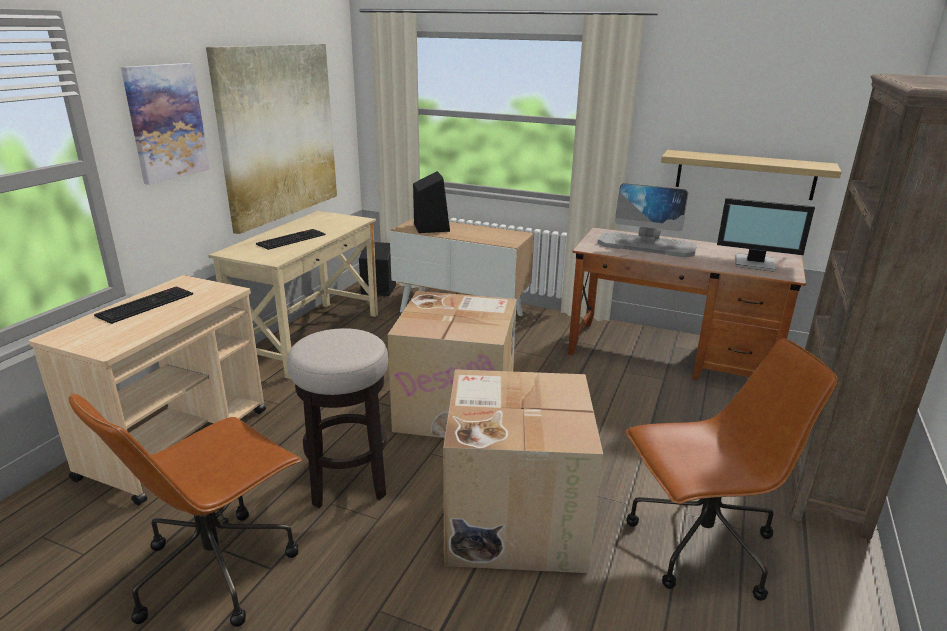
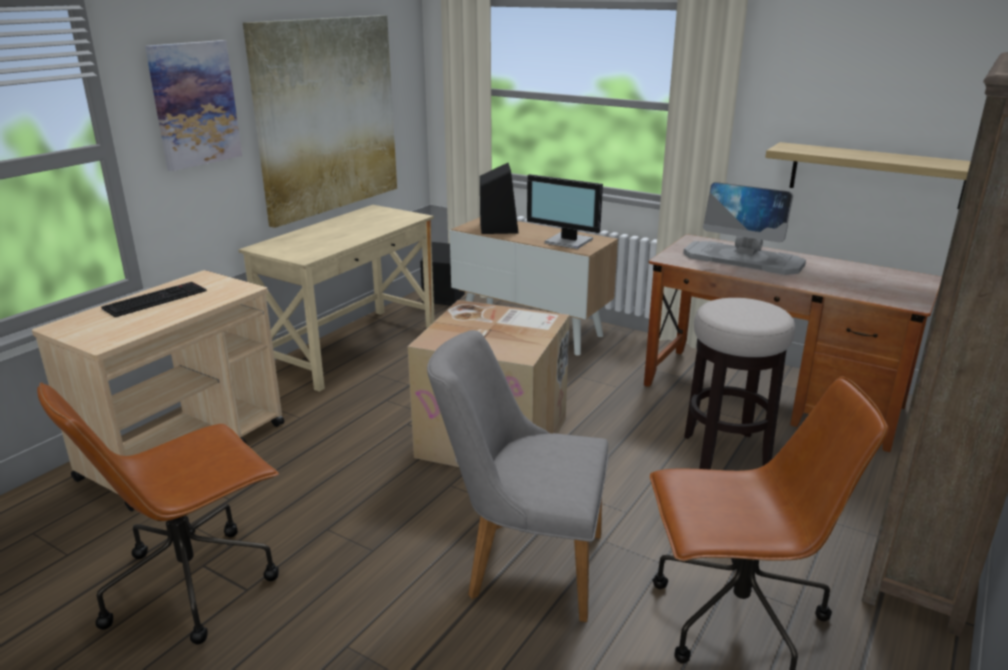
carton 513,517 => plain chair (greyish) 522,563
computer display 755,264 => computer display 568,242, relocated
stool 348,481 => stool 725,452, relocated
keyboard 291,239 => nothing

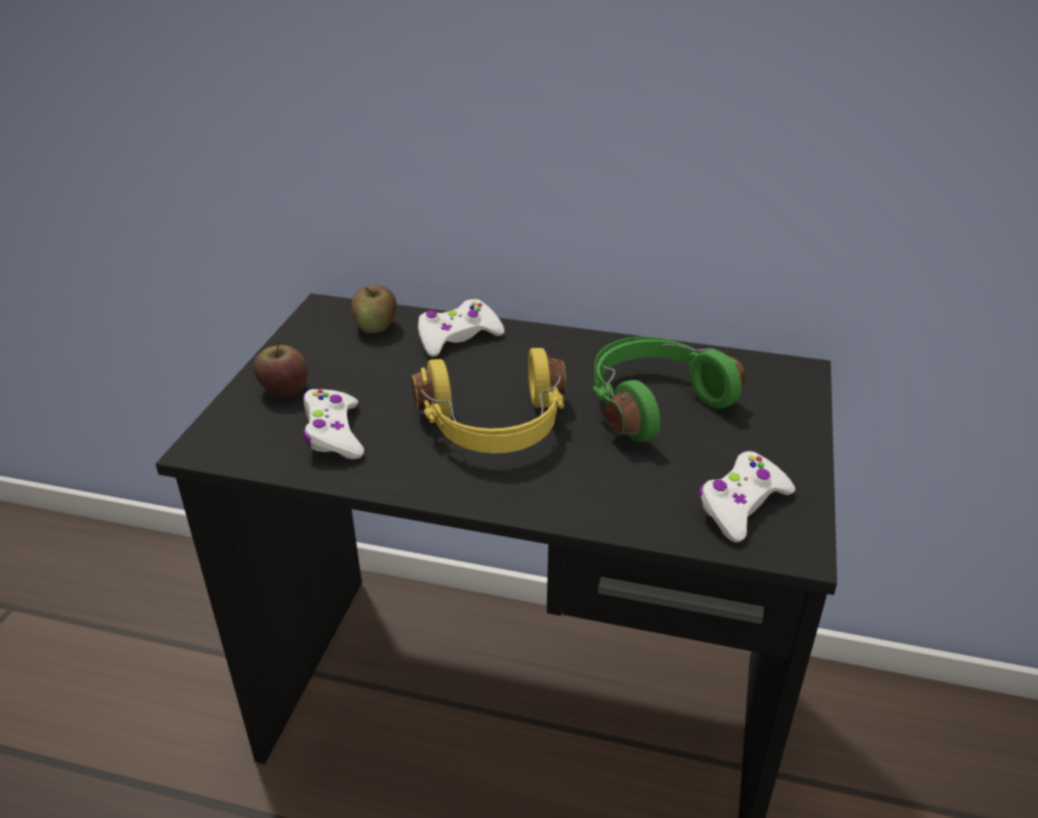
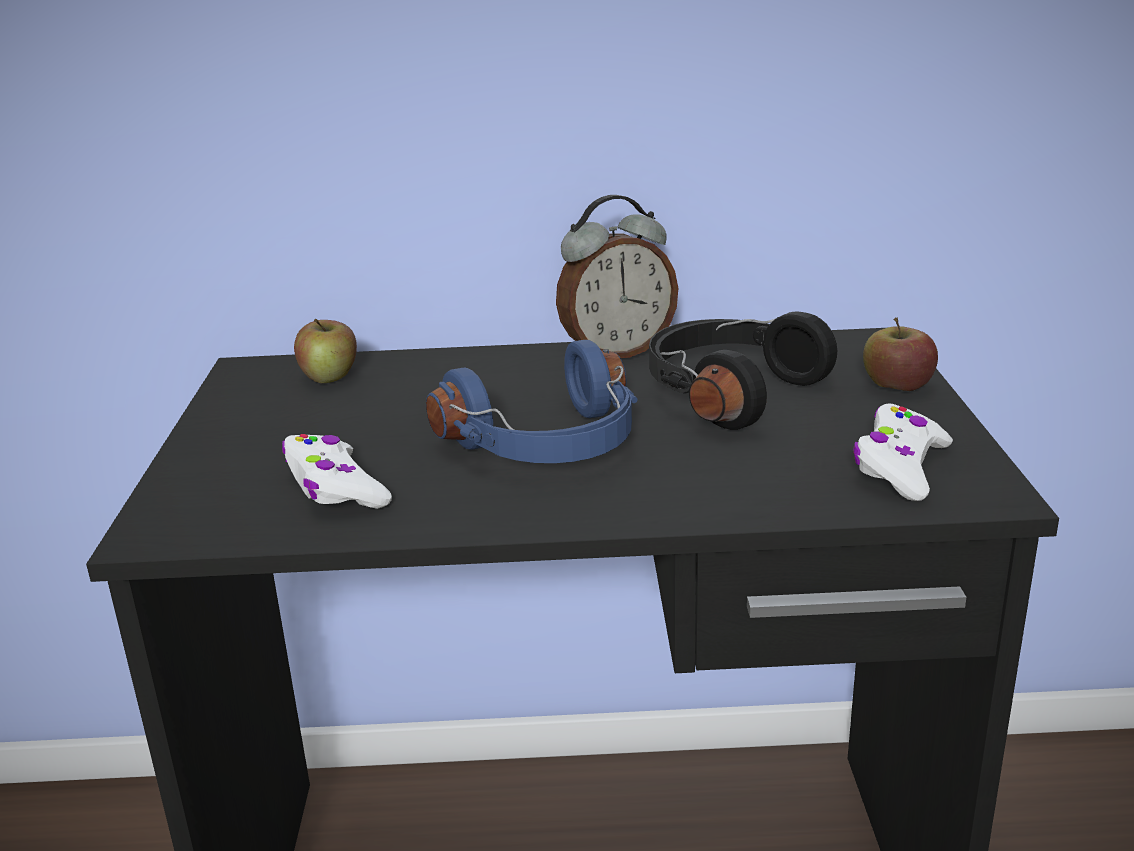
pair of headphones (yellow-coloured) 495,427 => pair of headphones (blue) 550,446
nothing => alarm clock 616,352
pair of headphones (green-coloured) 652,402 => pair of headphones (black) 728,392
apple 284,389 => apple 896,386, relocated
gamepad (white-coloured) 457,337 => nothing

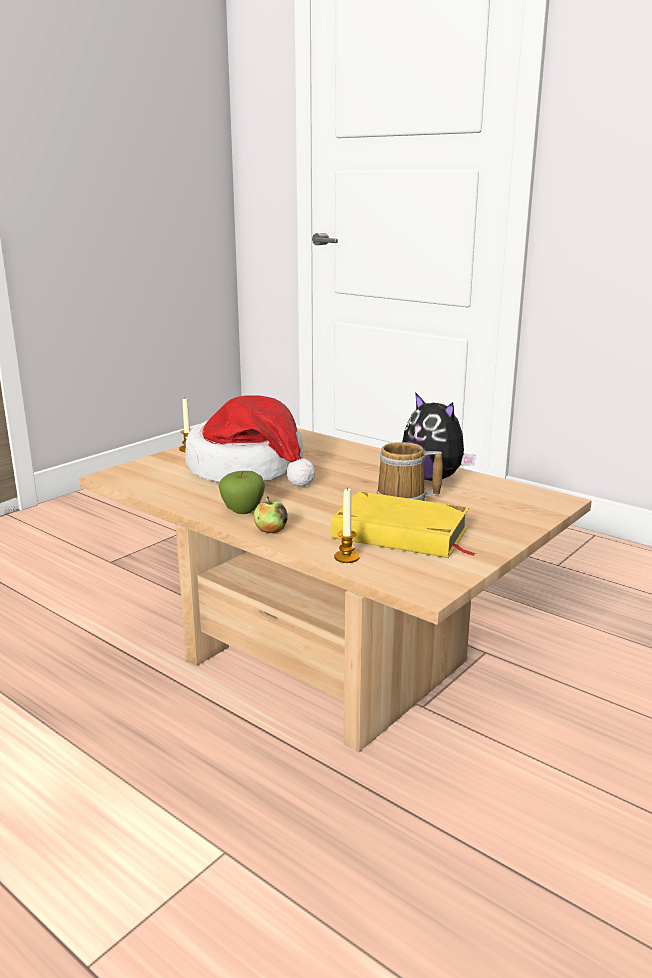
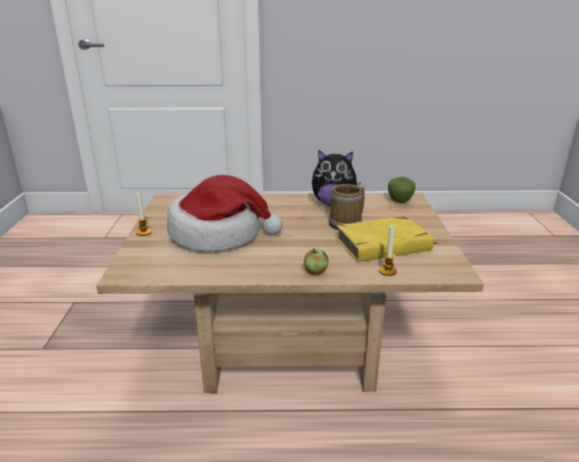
apple 243,511 => apple 399,201, relocated

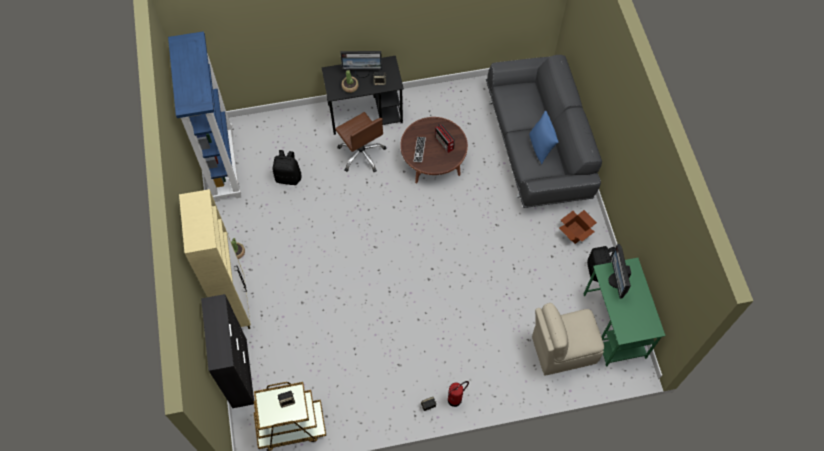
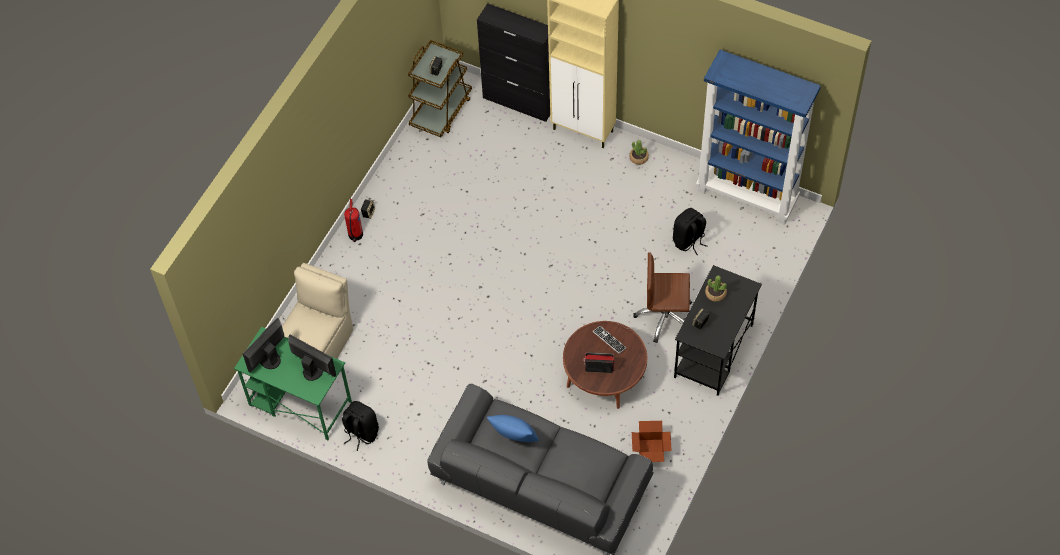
computer display 363,71 => computer display 269,360, relocated
carton 575,232 => carton 650,450, relocated

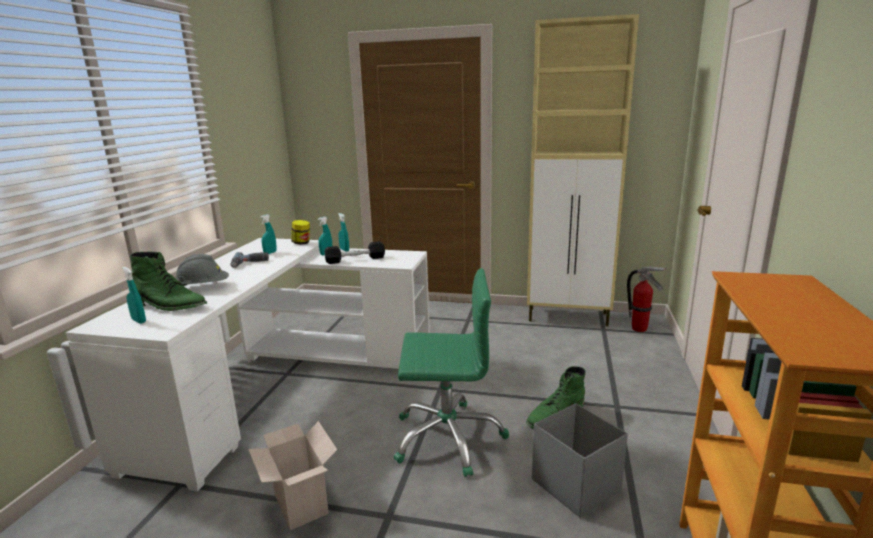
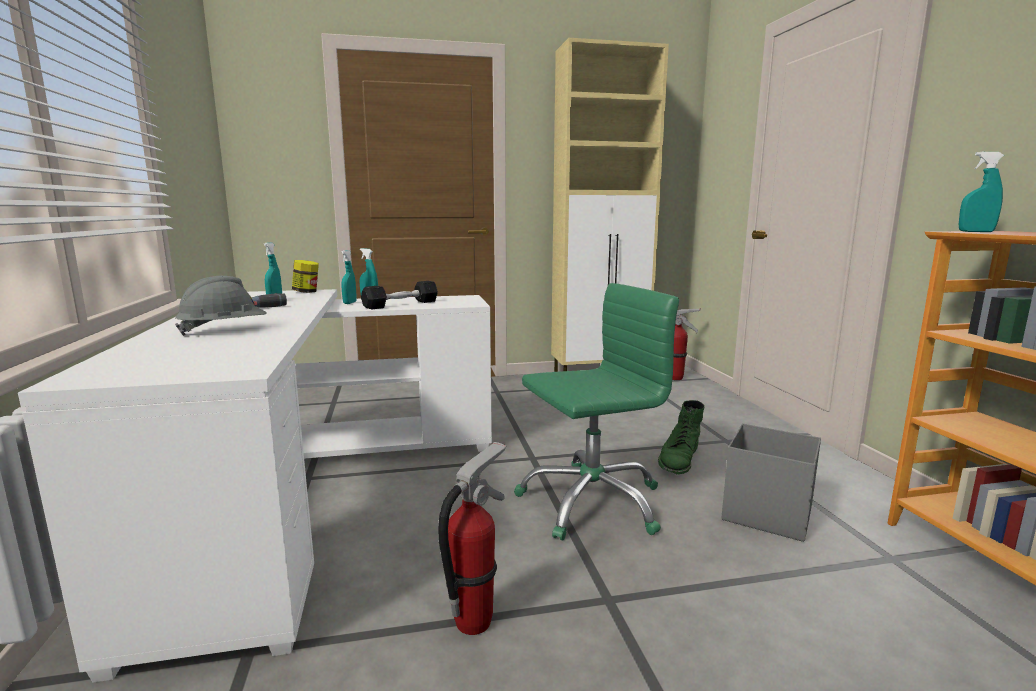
carton 298,504 => extinguisher 474,621
sprayer (blue-green) 139,321 => sprayer (blue-green) 976,232, relocated
boot (green-coloured) 168,305 => nothing

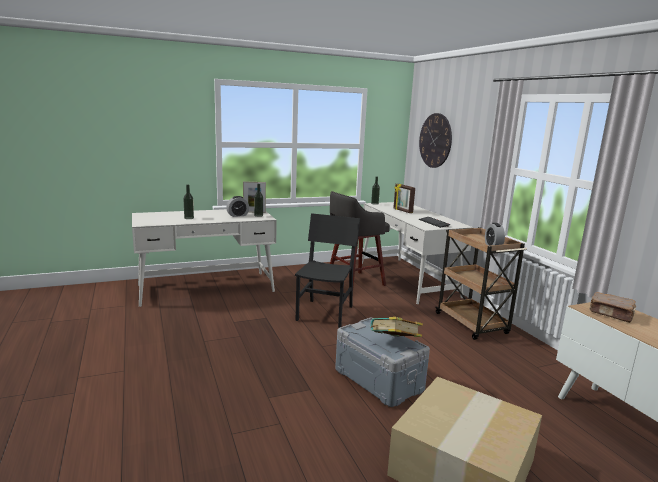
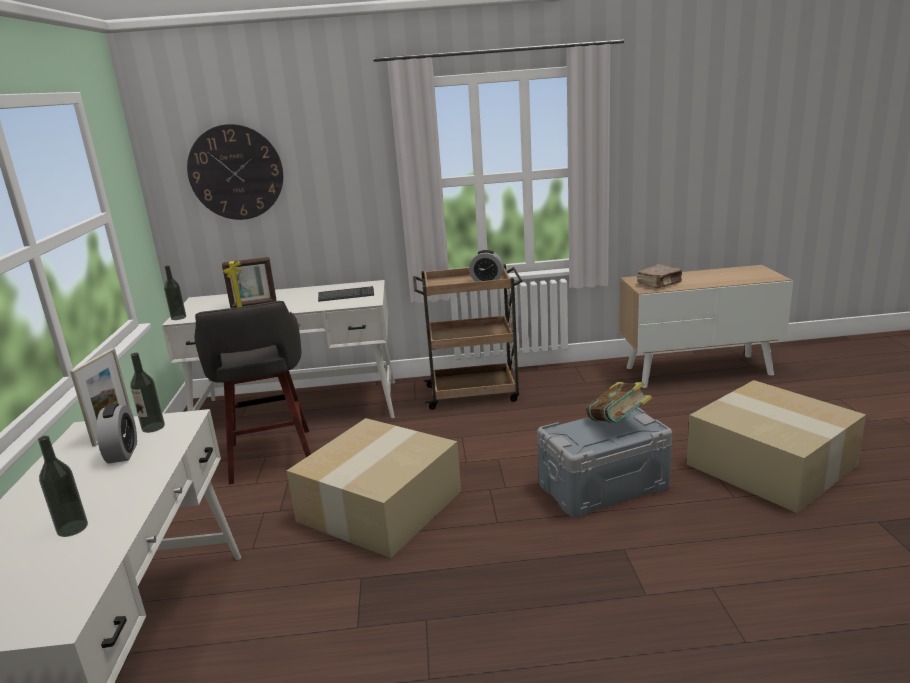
plain chair (black) 325,313 => carton 379,504

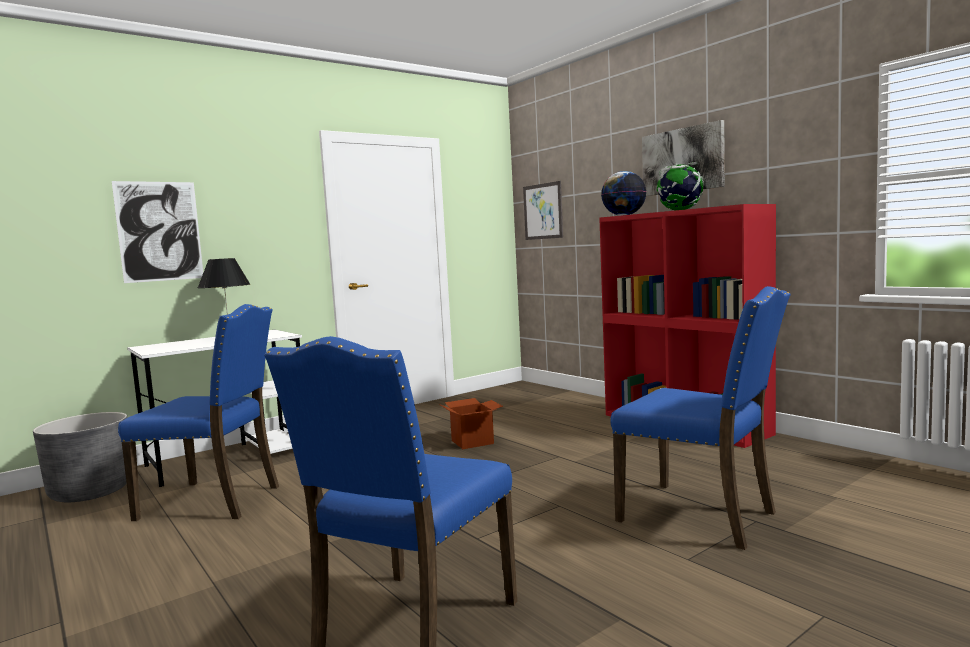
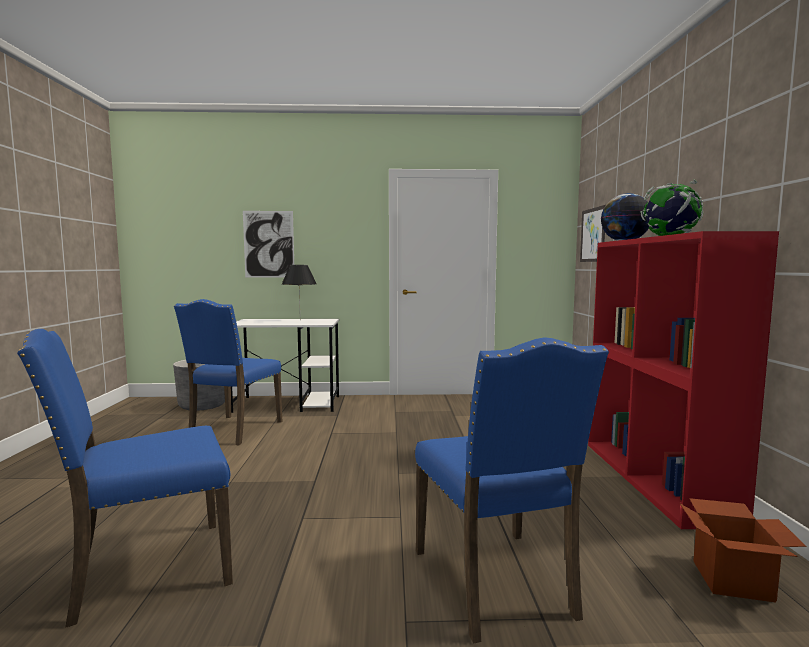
plain chair (blue) 214,501 => plain chair (blue) 234,430, 60 degrees clockwise
carton 472,442 => carton 732,581, relocated
wall art 682,160 => nothing

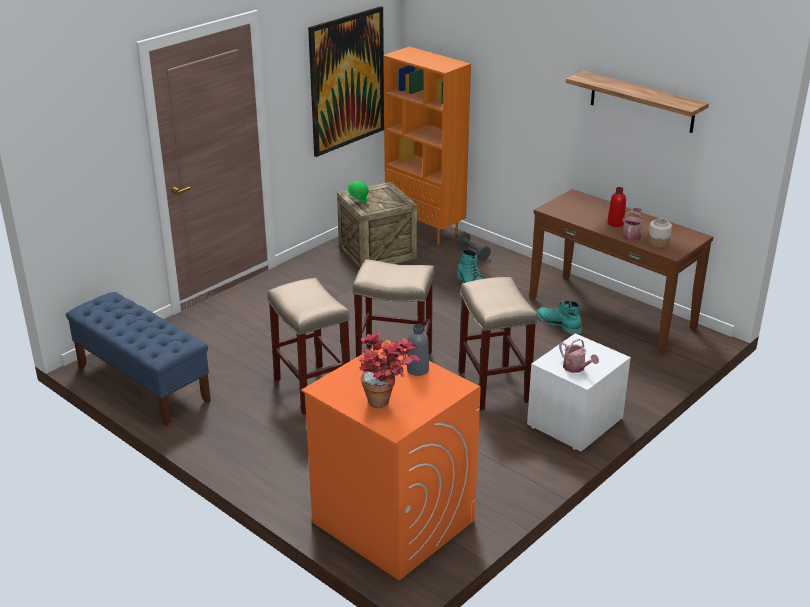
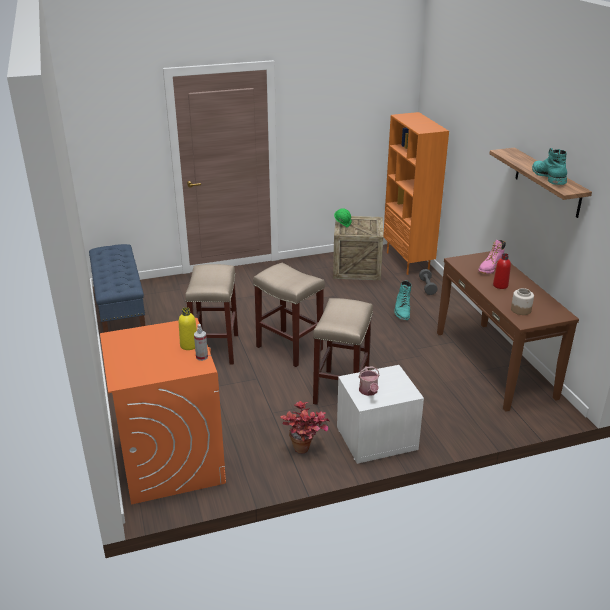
bottle (greyish) 418,370 => bottle (yellow-coloured) 189,345
nothing => sprayer 202,357
plant in a pot 386,403 => plant in a pot 306,451, relocated
nothing => boot (pinkish) 490,268
boot (blue-green) 559,324 => boot (blue-green) 548,177, relocated
wall art 347,81 => nothing
watering pot 631,235 => nothing

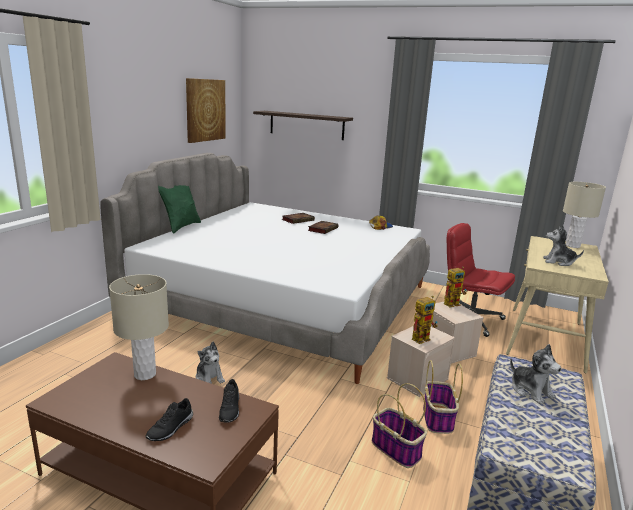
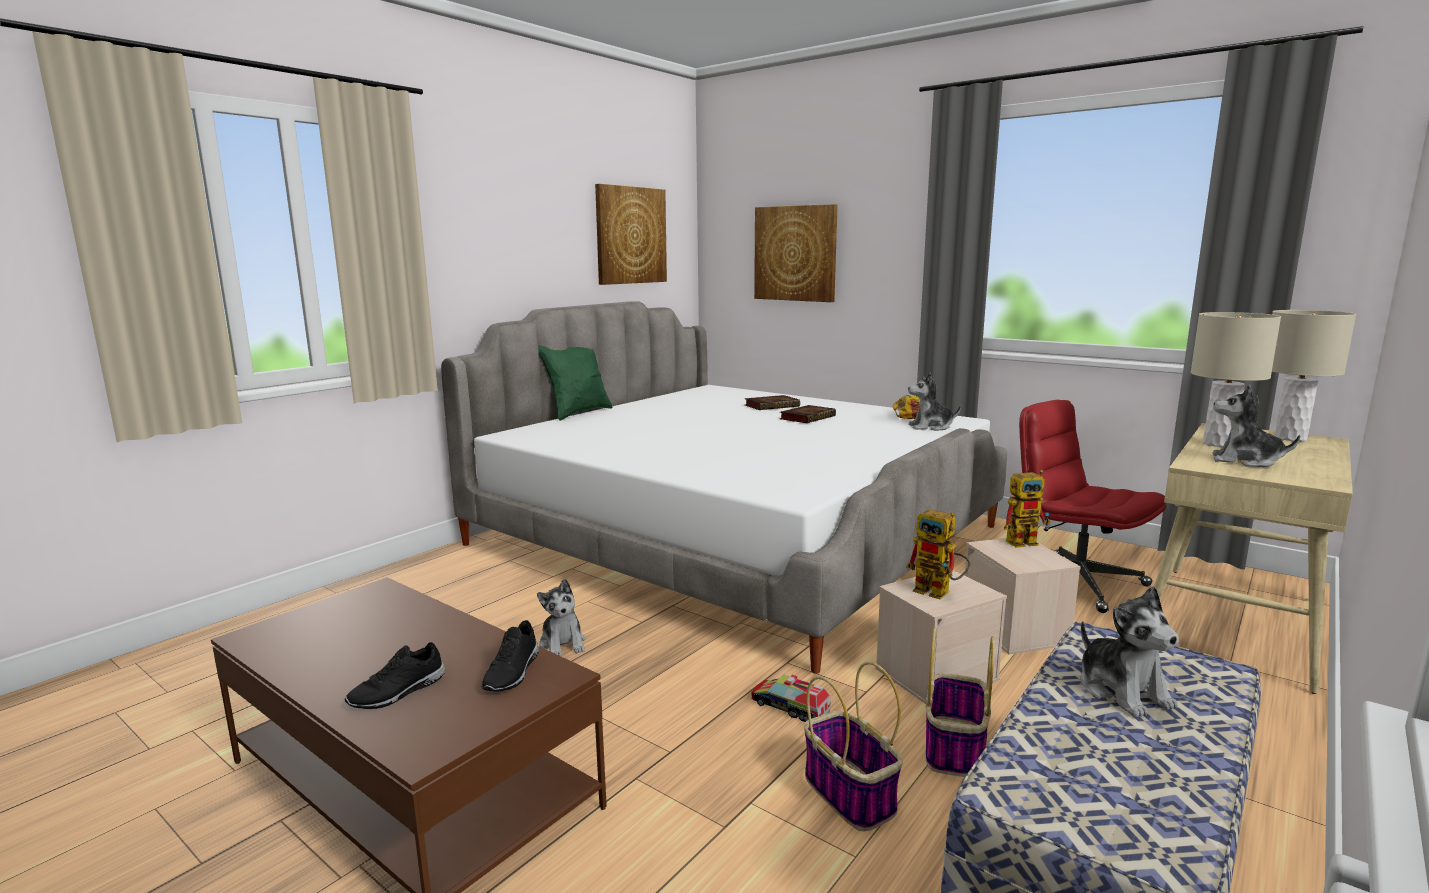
nothing => model truck 790,707
wall shelf 306,125 => wall art 795,253
toy robot 422,338 => toy robot 939,592, 60 degrees clockwise
nothing => plush toy 931,427
table lamp (beige) 145,374 => table lamp (beige) 1218,444, relocated

